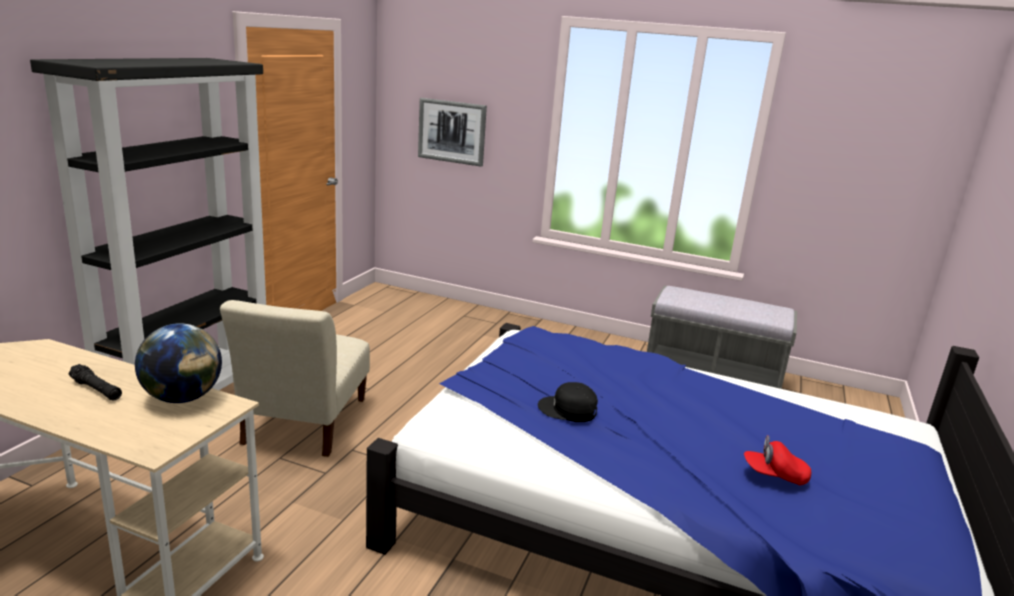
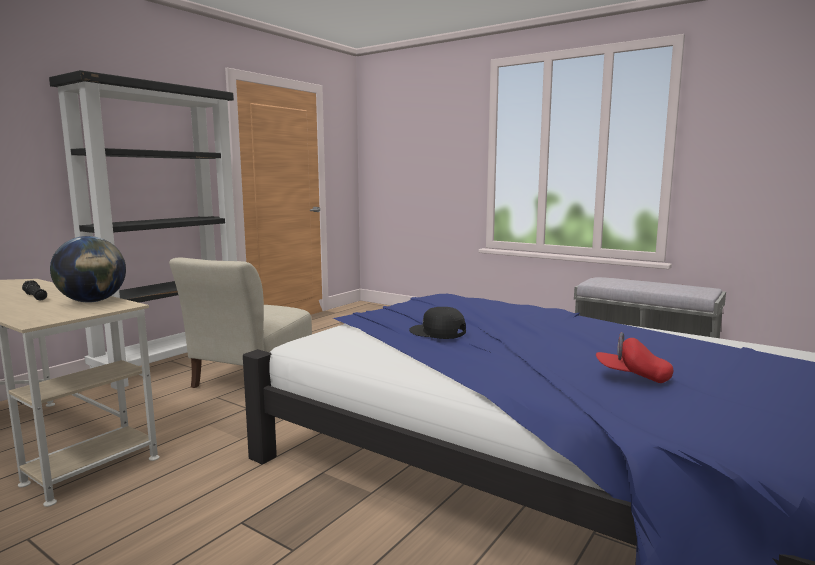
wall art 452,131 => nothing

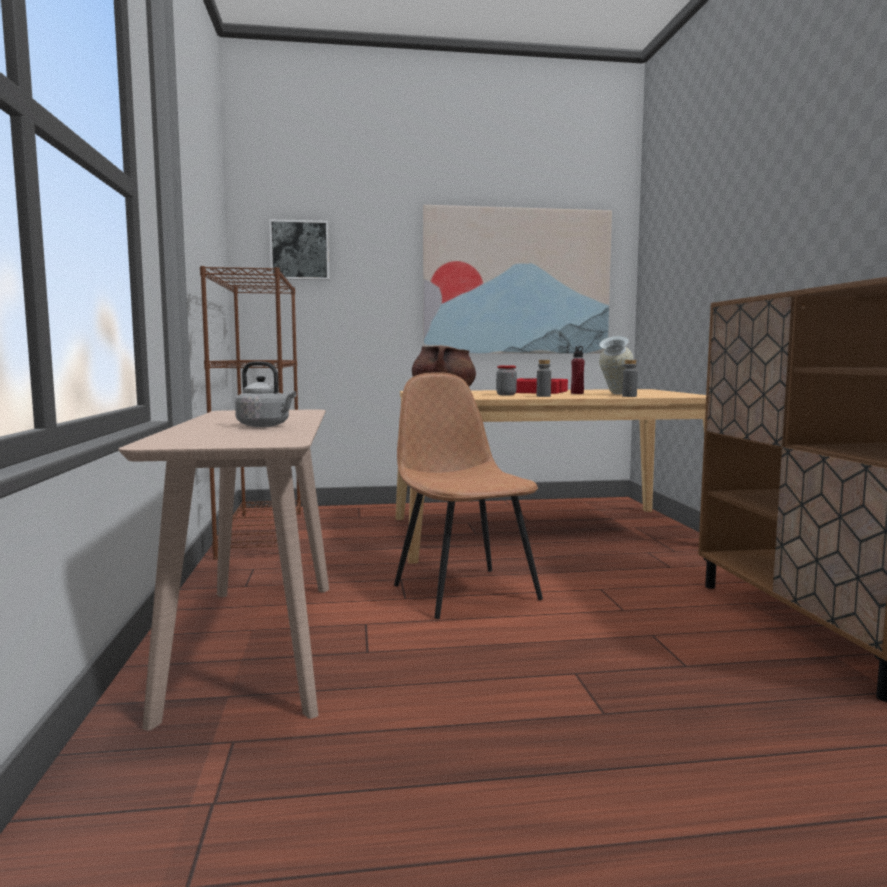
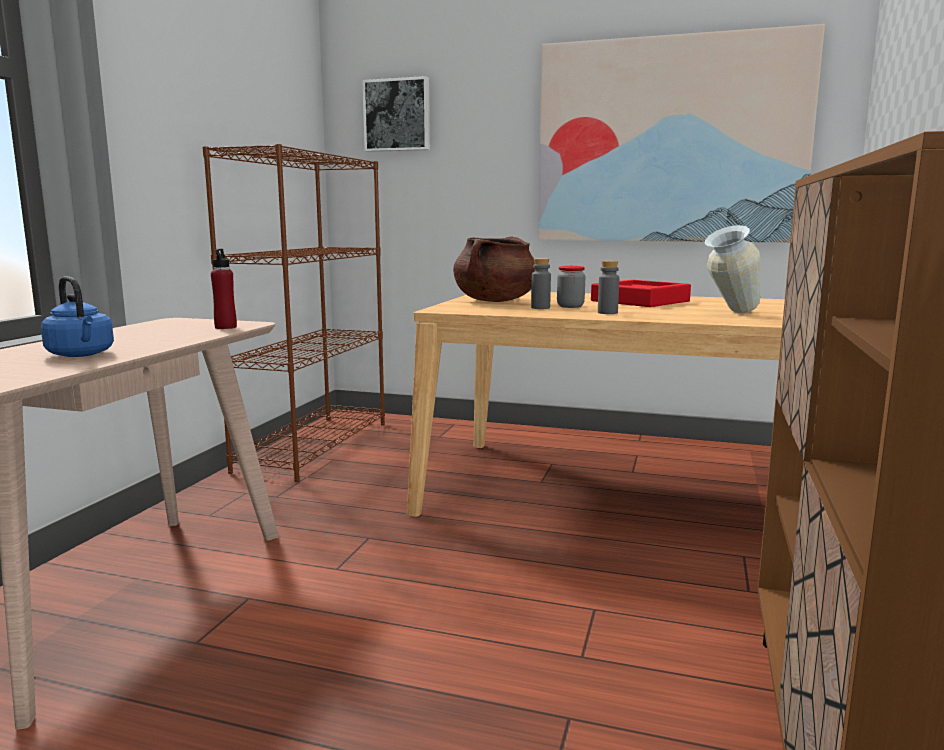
water kettle (greyish) 265,425 => water kettle (blue) 81,355
bottle (red) 577,393 => bottle (red) 225,327, relocated
bottle (greyish) 629,396 => bottle (greyish) 540,308, relocated
plain chair (brownish) 464,591 => nothing

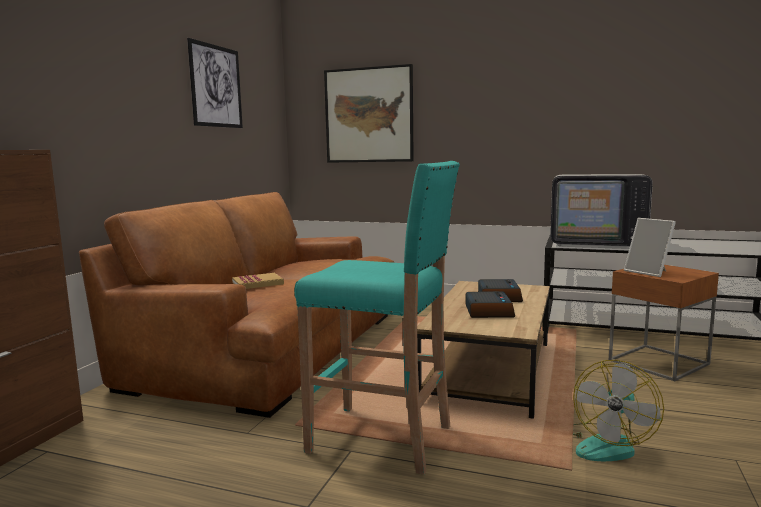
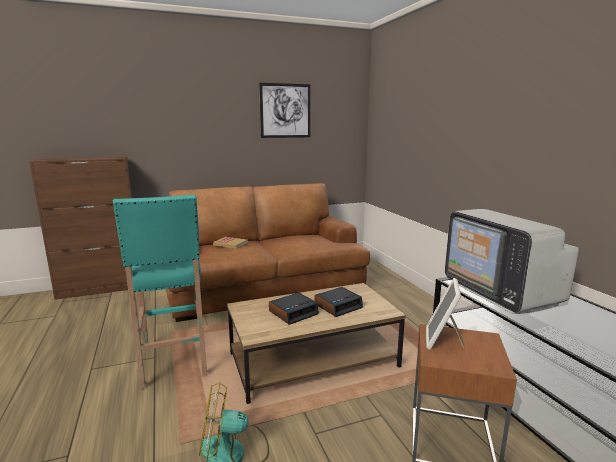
wall art 369,115 => nothing

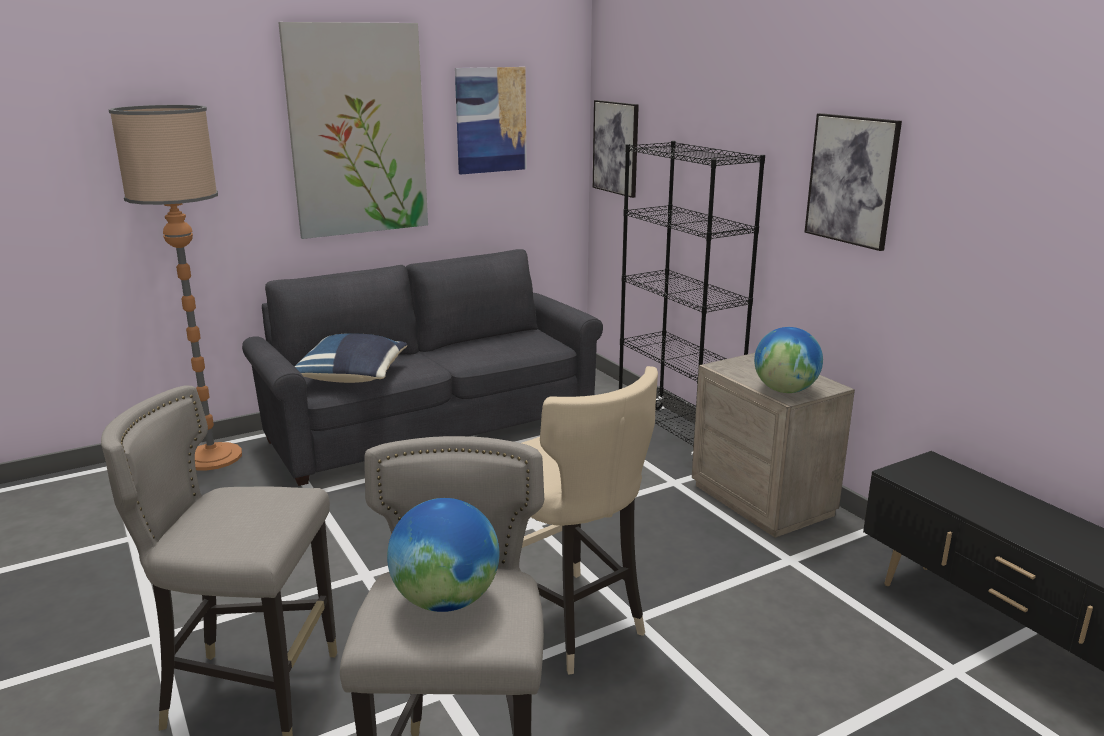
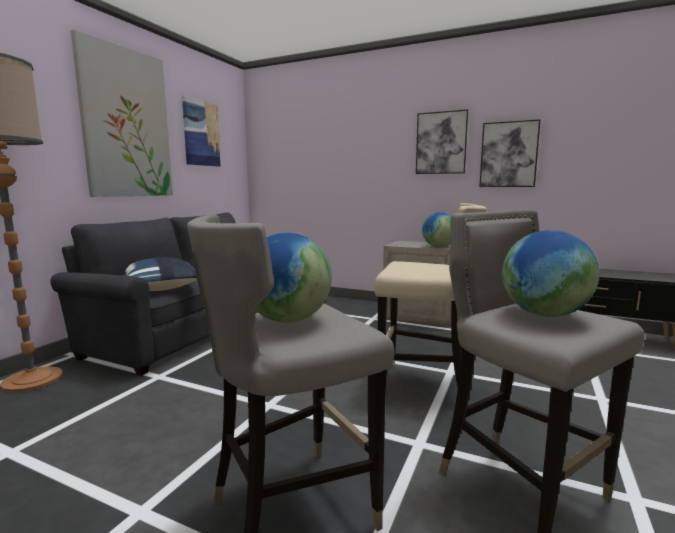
nothing => globe 288,320
wall art 616,147 => wall art 508,154, relocated
bookshelf (black) 676,436 => nothing

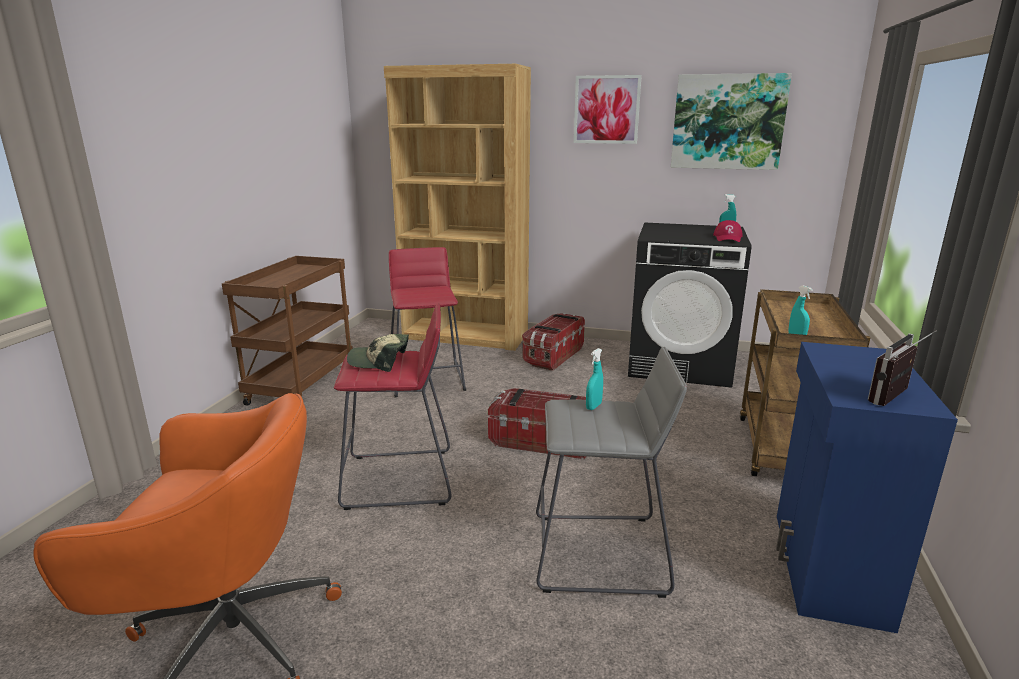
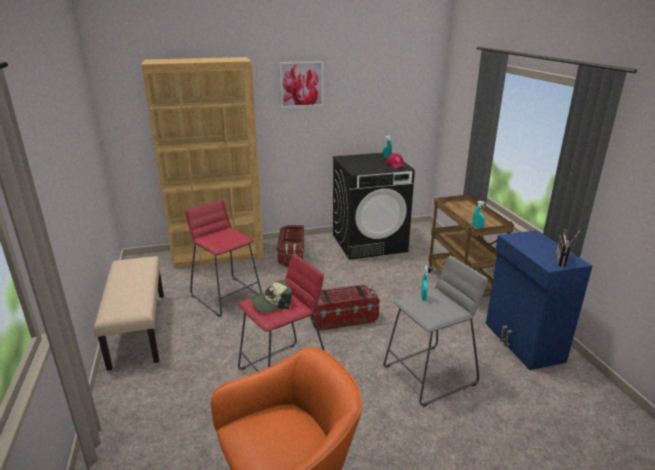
cart (brownish) 301,386 => bench (beige) 137,329
wall art 728,122 => nothing

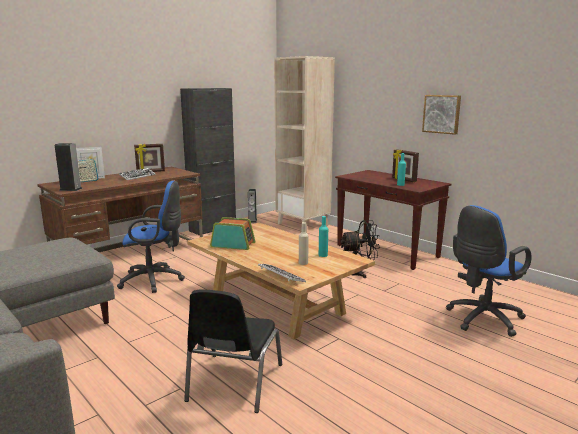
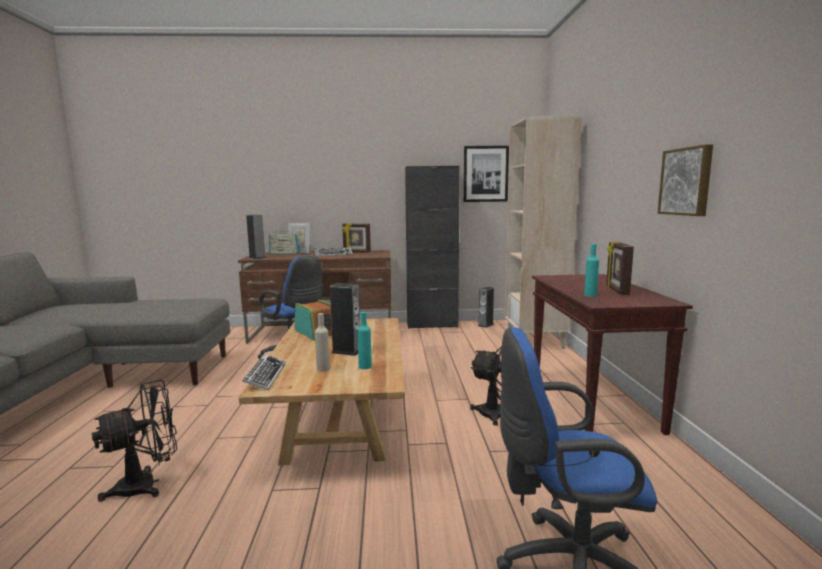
plain chair (black) 233,383 => cooling fan (black) 147,484
nothing => loudspeaker 347,351
nothing => wall art 485,174

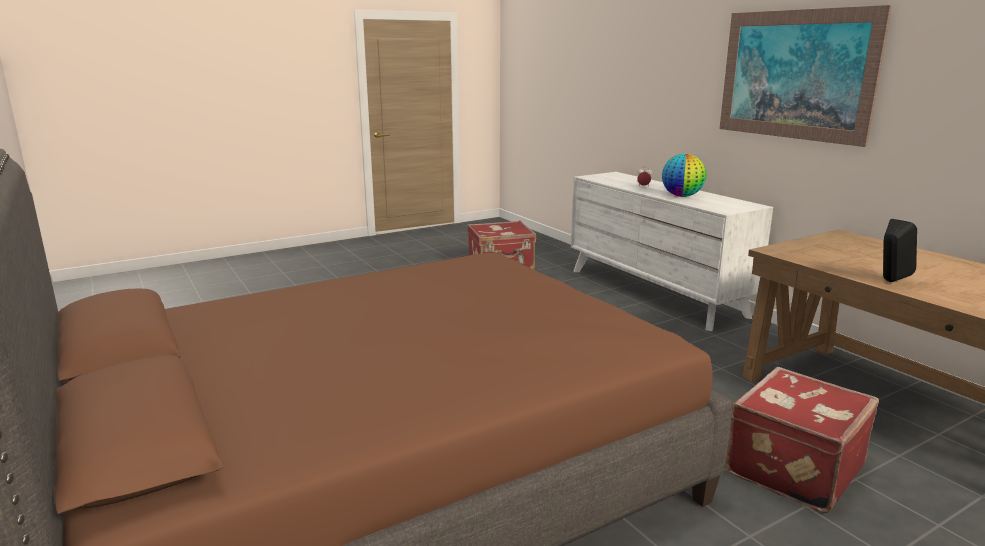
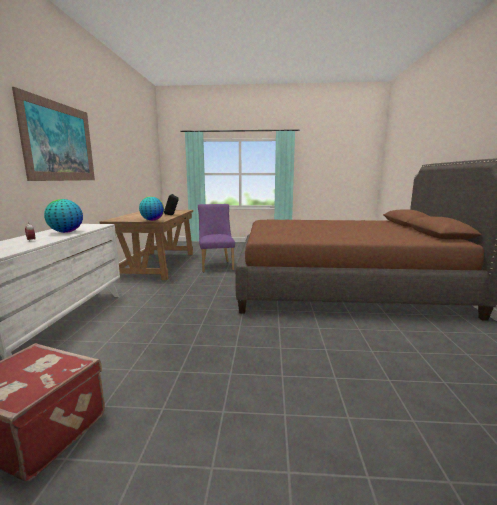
nothing => globe 152,220
piece of luggage (red) 791,468 => plain chair (purple) 216,265

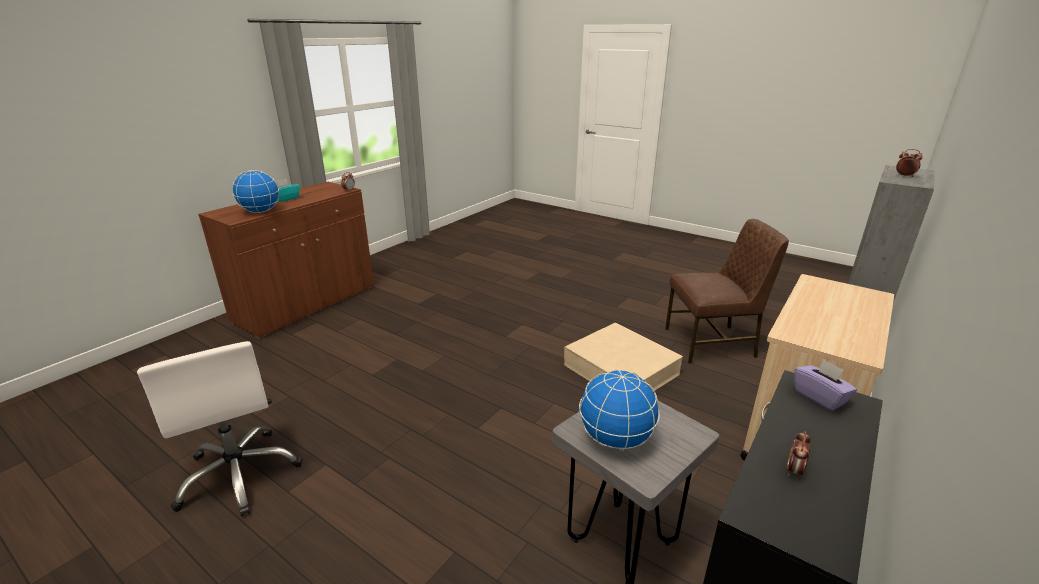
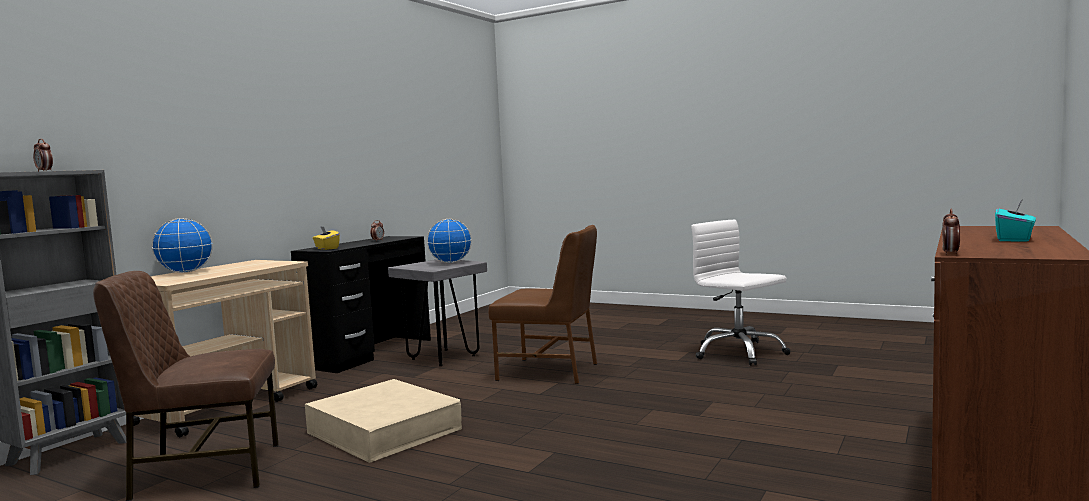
globe 261,211 => globe 185,272, relocated
box of tissues (purple) 820,397 => box of tissues (yellow-coloured) 326,248
nothing => plain chair (brownish) 550,372

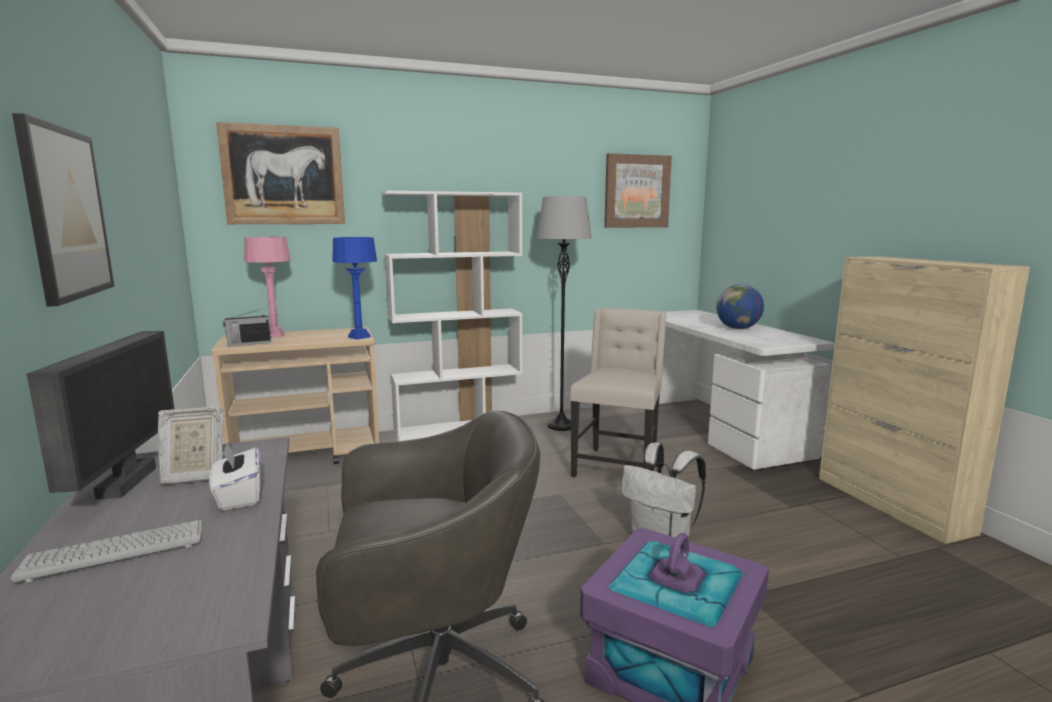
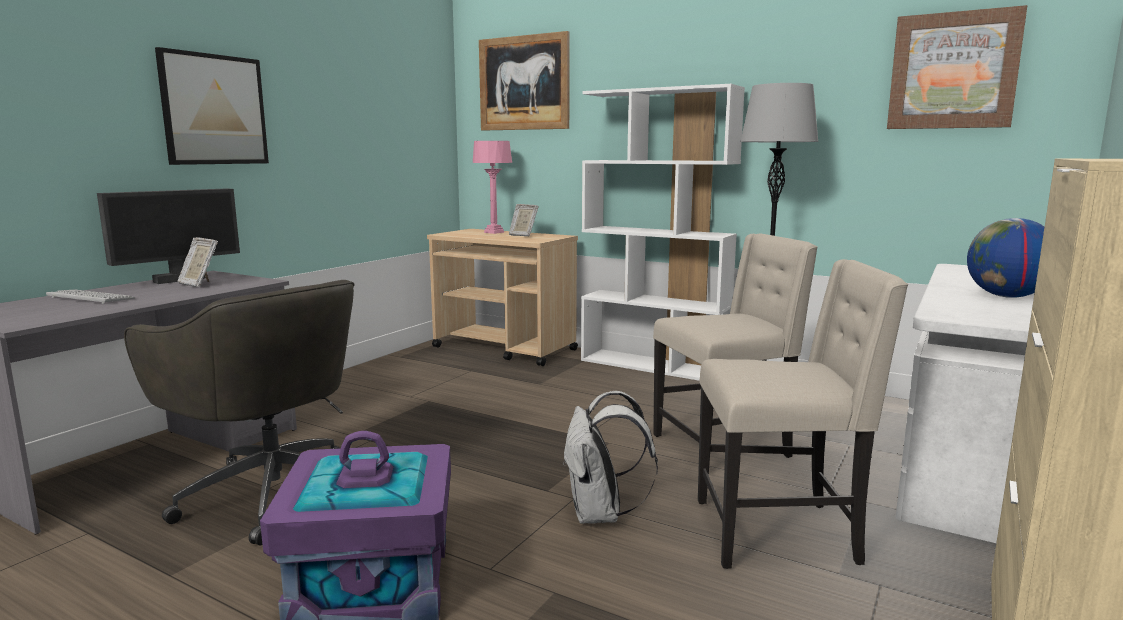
nothing => photo frame 523,235
nothing => plain chair (beige) 778,532
box of tissues (white-coloured) 238,497 => nothing
radio set 248,343 => nothing
table lamp (blue) 359,337 => nothing

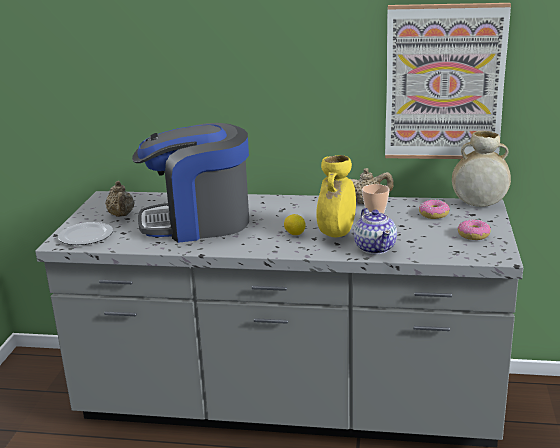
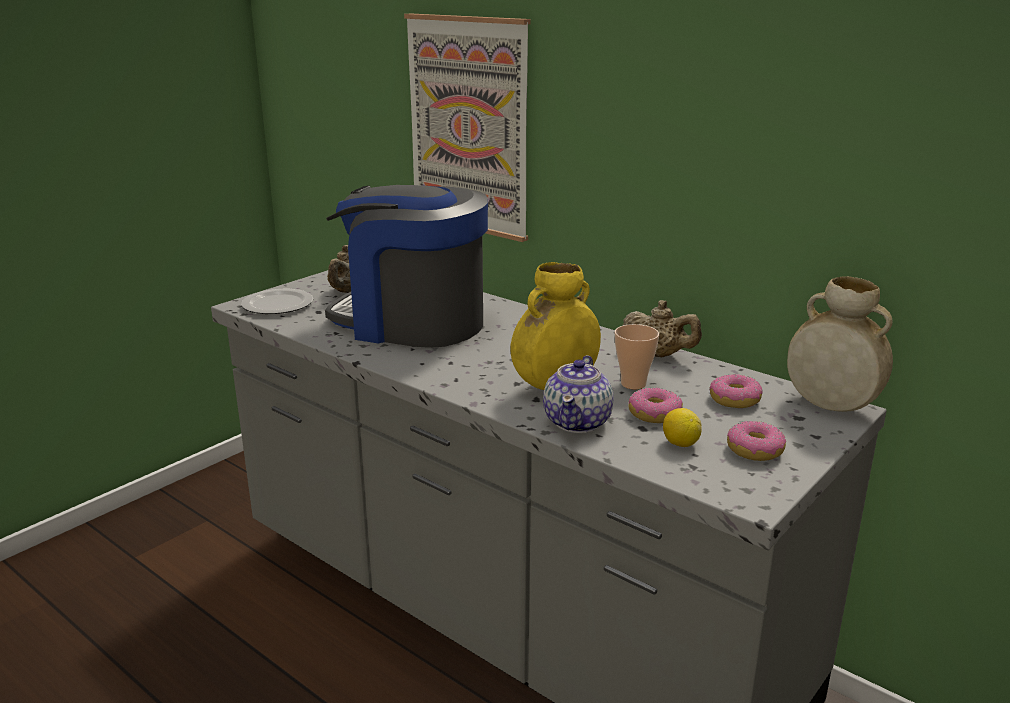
wall art 444,83 => wall art 469,126, relocated
nothing => doughnut 654,414
lemon 294,234 => lemon 680,443, relocated

